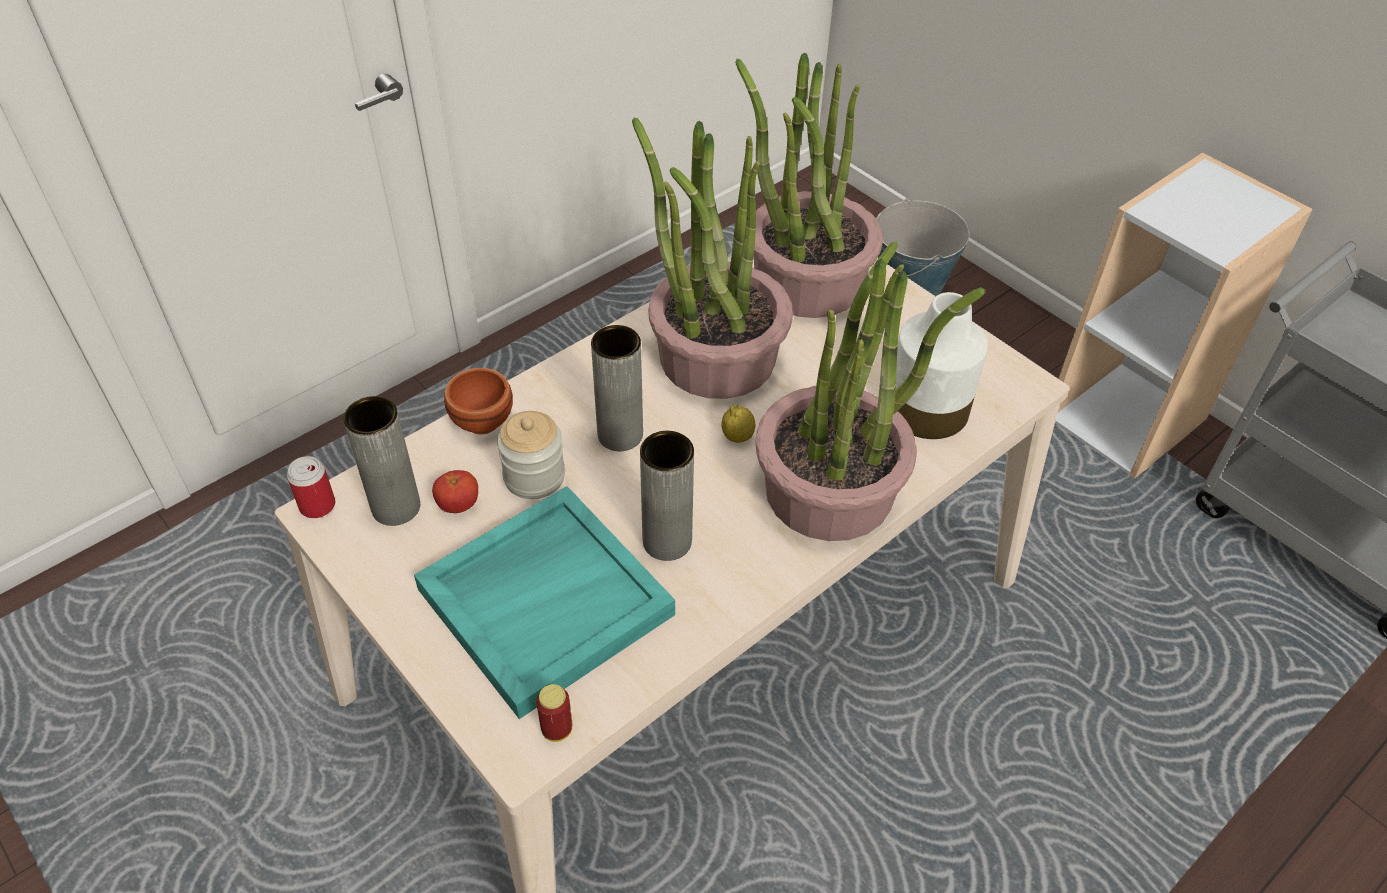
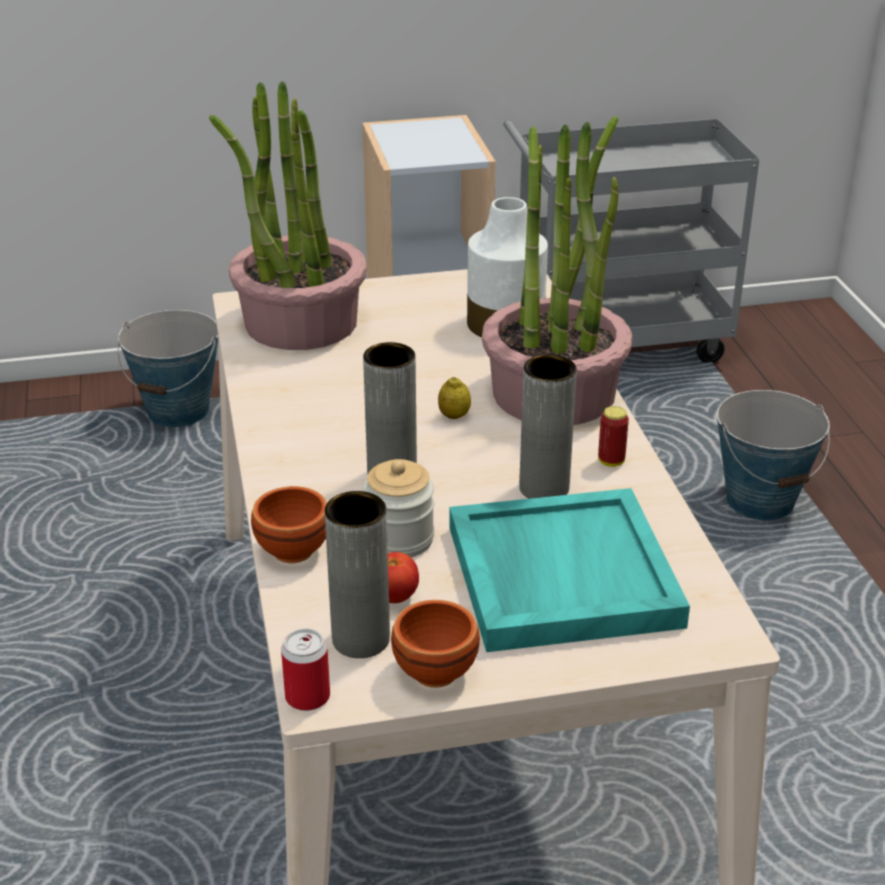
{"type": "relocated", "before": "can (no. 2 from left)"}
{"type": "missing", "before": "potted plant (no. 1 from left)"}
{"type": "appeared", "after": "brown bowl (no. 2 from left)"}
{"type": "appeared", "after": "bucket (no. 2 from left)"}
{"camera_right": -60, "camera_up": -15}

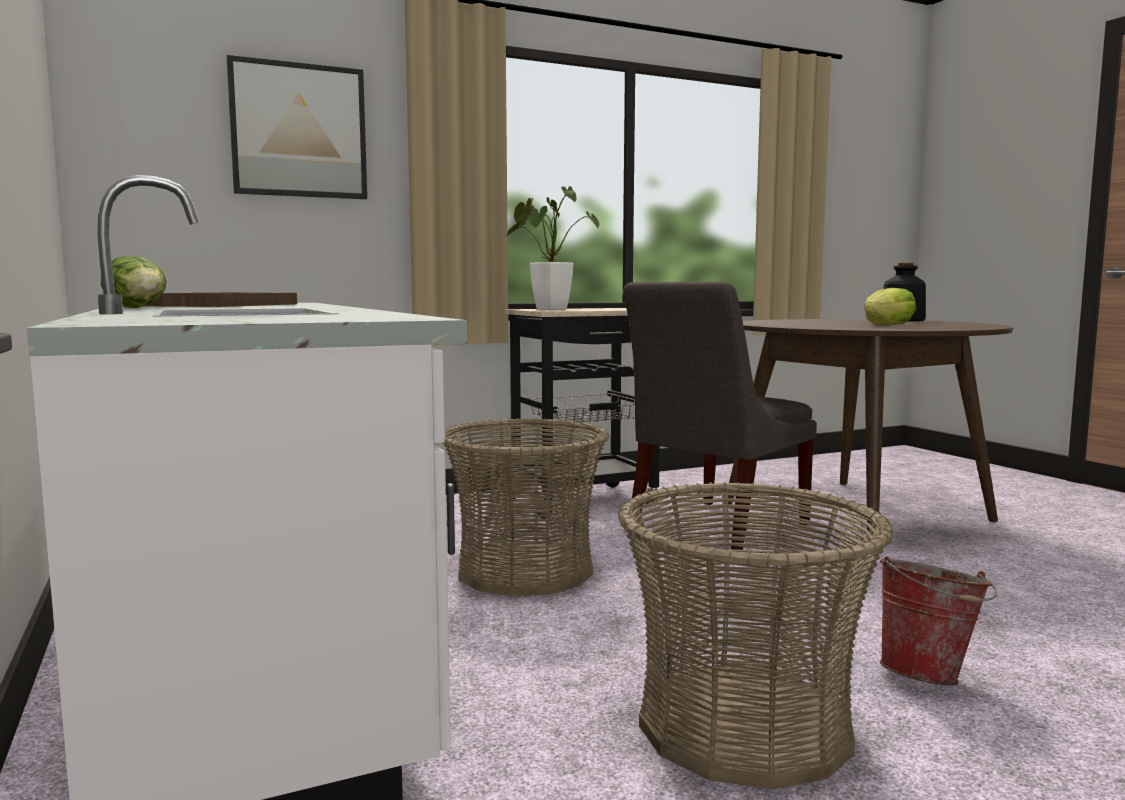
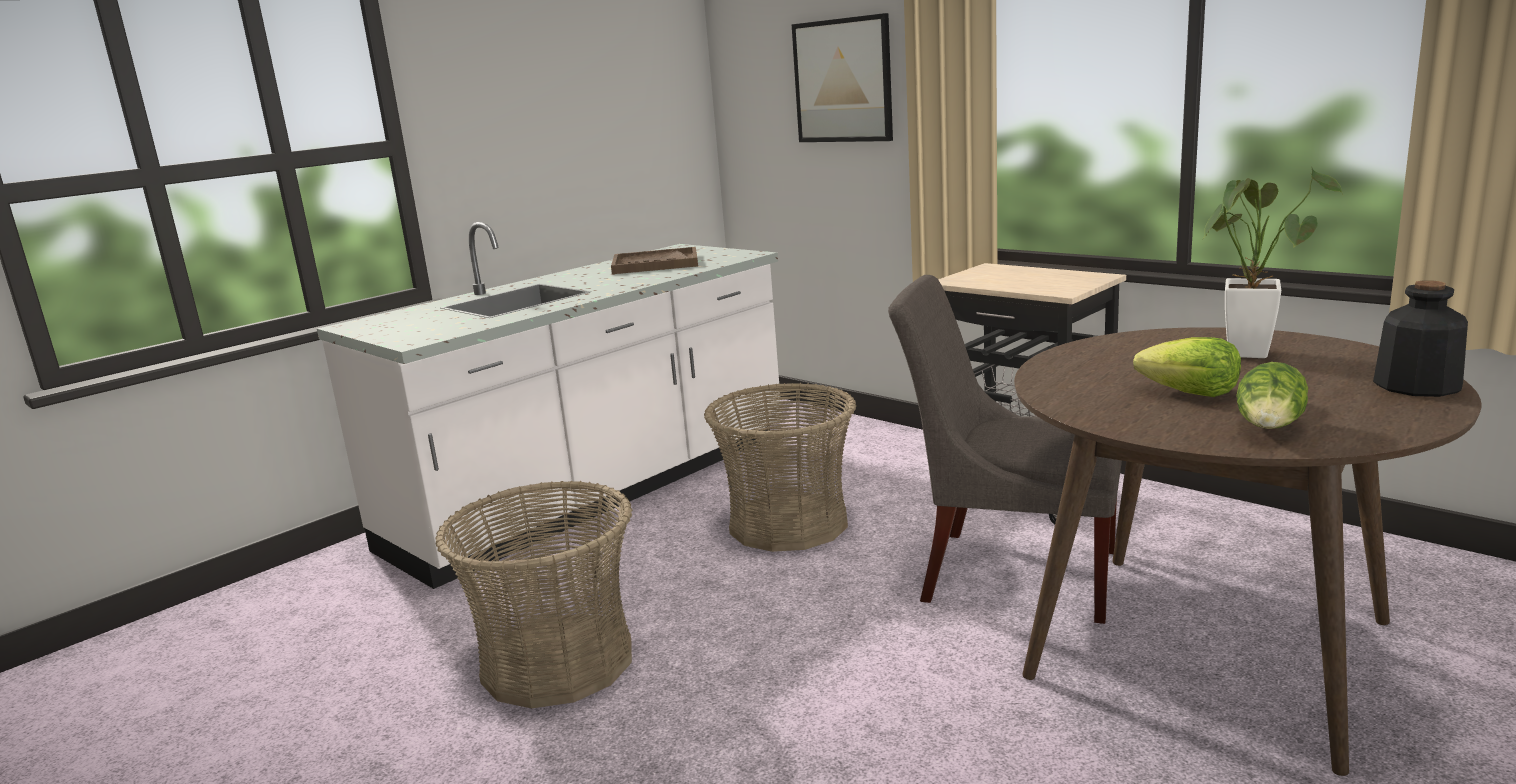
{"type": "relocated", "before": "lettuce (no. 1 from left in the first image)", "after": "lettuce (no. 2 from left)"}
{"type": "relocated", "before": "potted plant"}
{"type": "missing", "before": "bucket"}
{"camera_right": 70, "camera_up": 10}

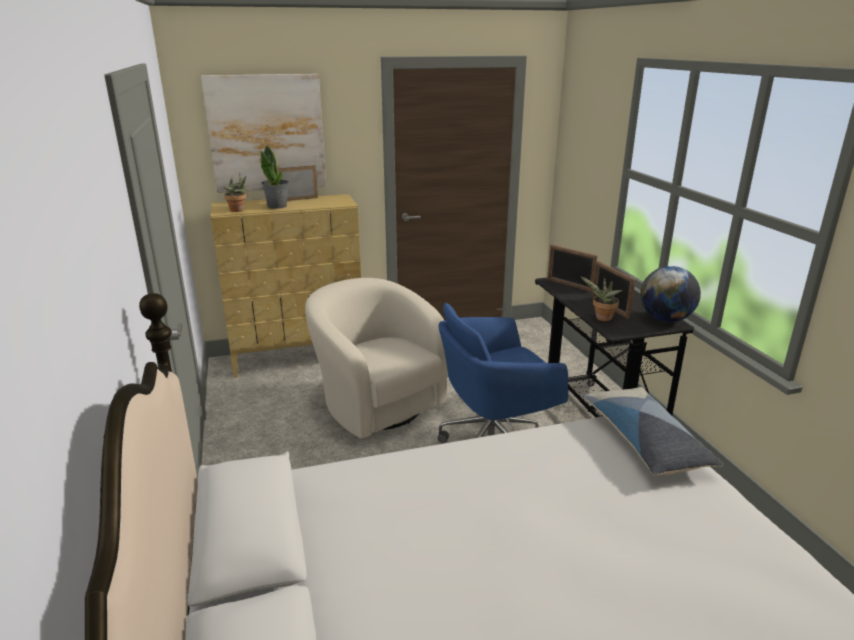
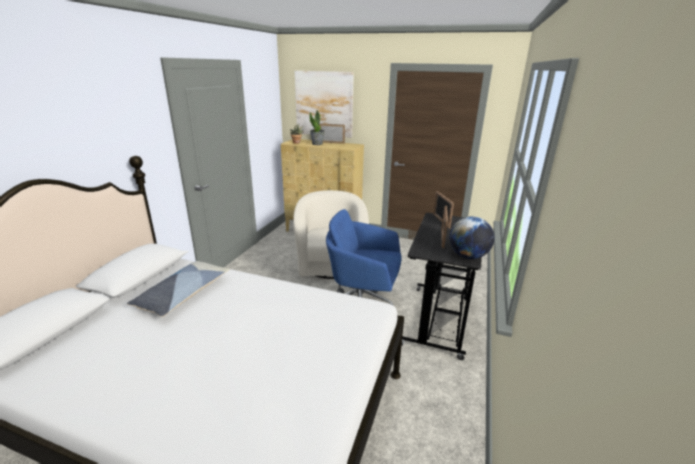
{"type": "missing", "before": "potted plant (no. 3 from left)"}
{"type": "relocated", "before": "pillow"}
{"camera_right": 35, "camera_up": 0}

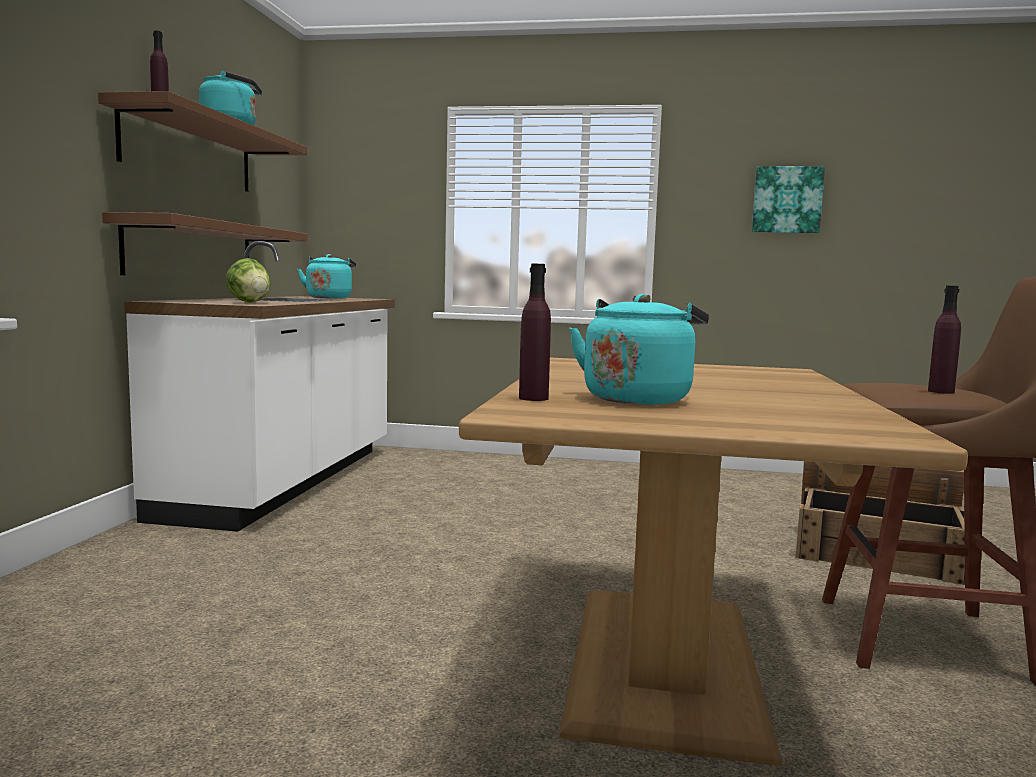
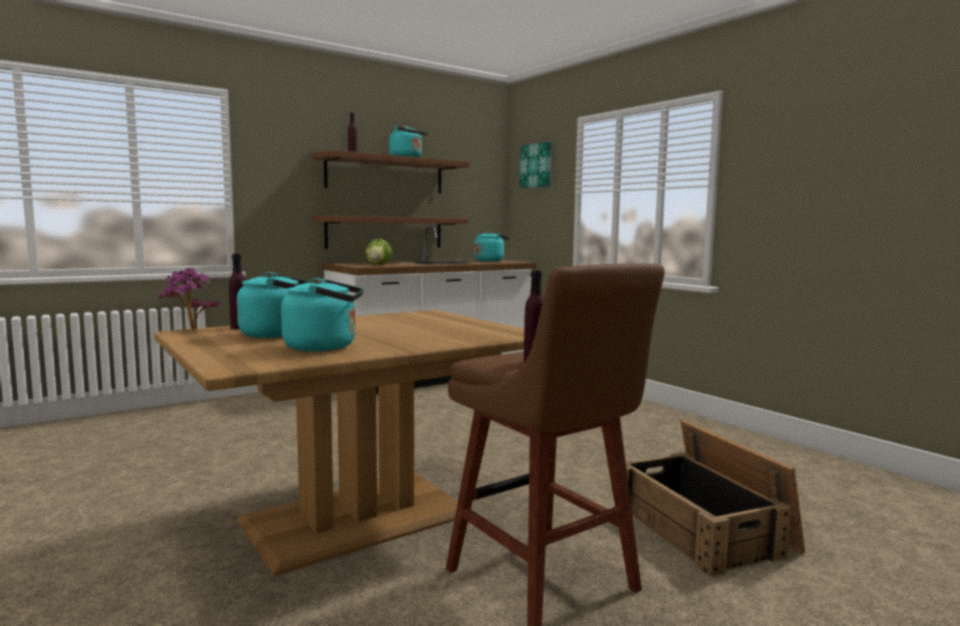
{"type": "relocated", "before": "picture"}
{"type": "appeared", "after": "potted plant"}
{"type": "appeared", "after": "turquoise kettle (no. 2 from left)"}
{"camera_right": 45, "camera_up": 0}

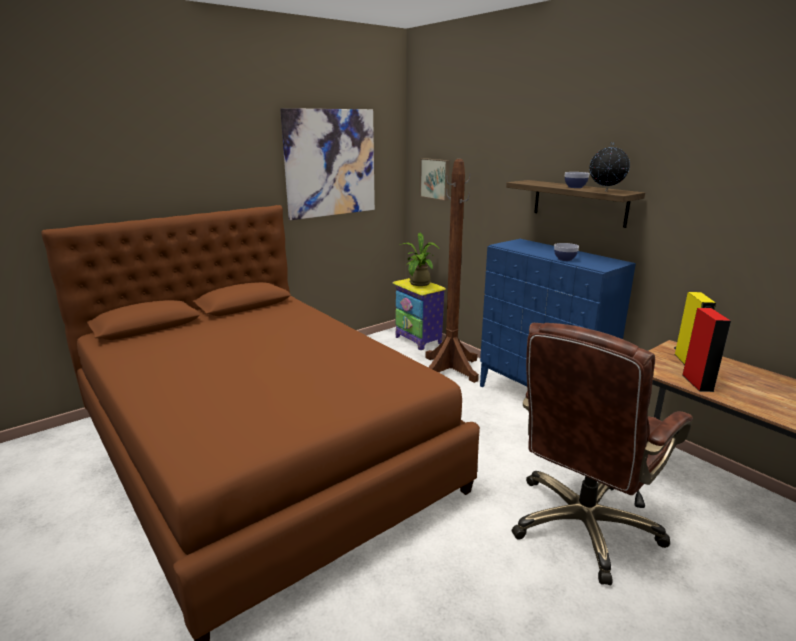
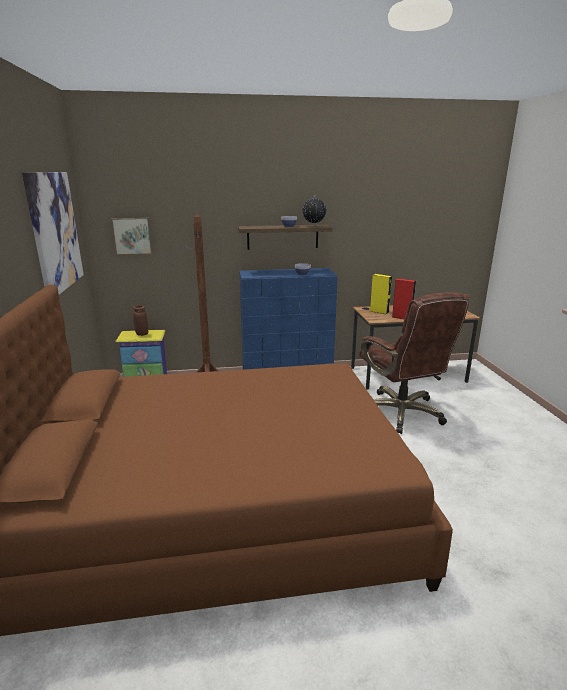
{"type": "exchanged", "before": "potted plant", "after": "brown vase"}
{"camera_right": -60, "camera_up": 0}

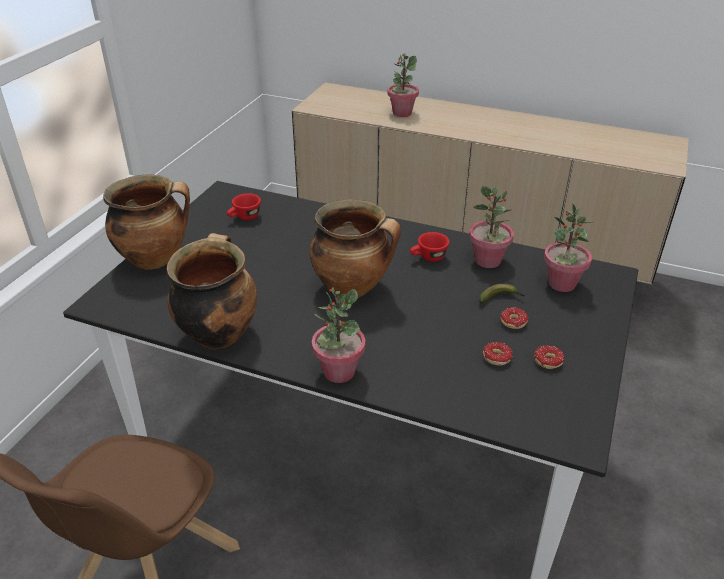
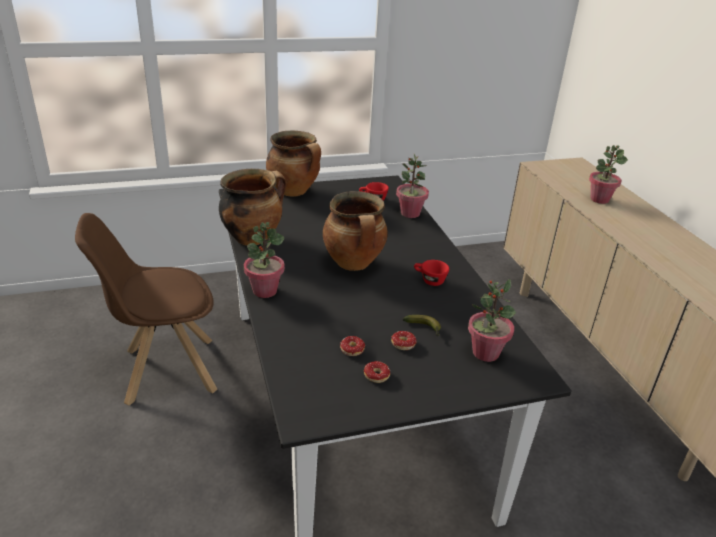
{"type": "relocated", "before": "potted plant (no. 3 from left in the first image)", "after": "potted plant (no. 2 from left)"}
{"camera_right": 50, "camera_up": -5}

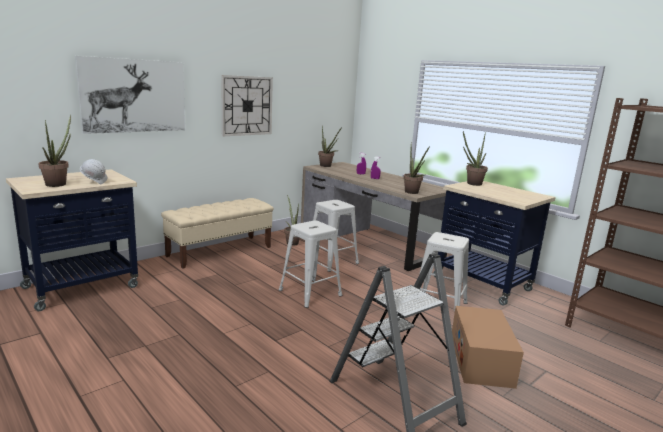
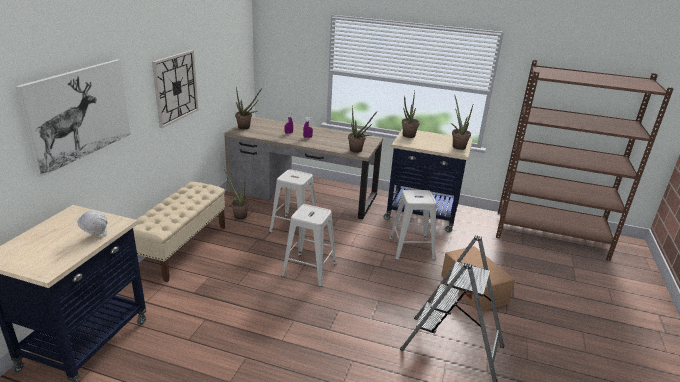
{"type": "relocated", "before": "potted plant (no. 1 from left in the first image)", "after": "potted plant (no. 5 from left)"}
{"camera_right": -30, "camera_up": 10}

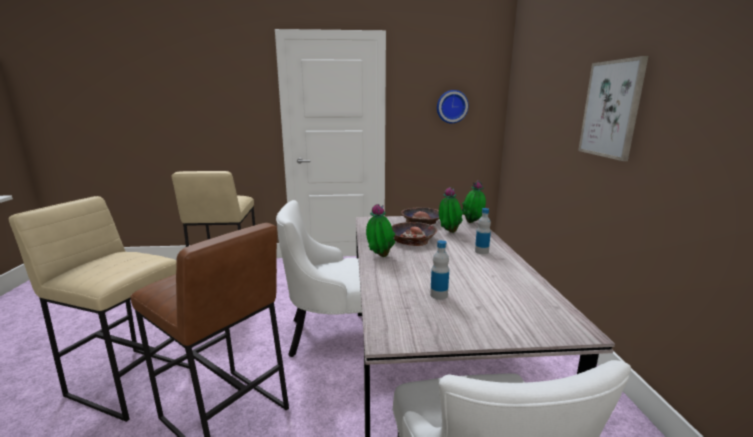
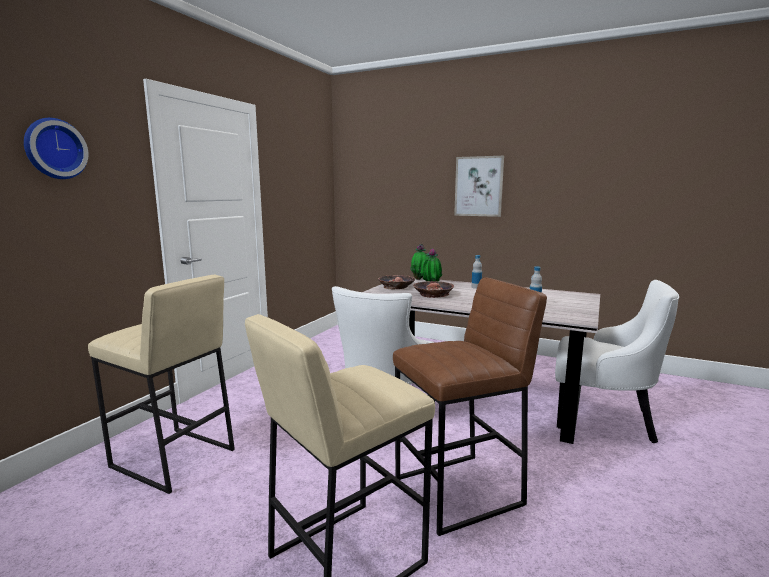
{"type": "missing", "before": "potted plant (no. 1 from left)"}
{"type": "relocated", "before": "wall clock"}
{"camera_right": -60, "camera_up": -5}

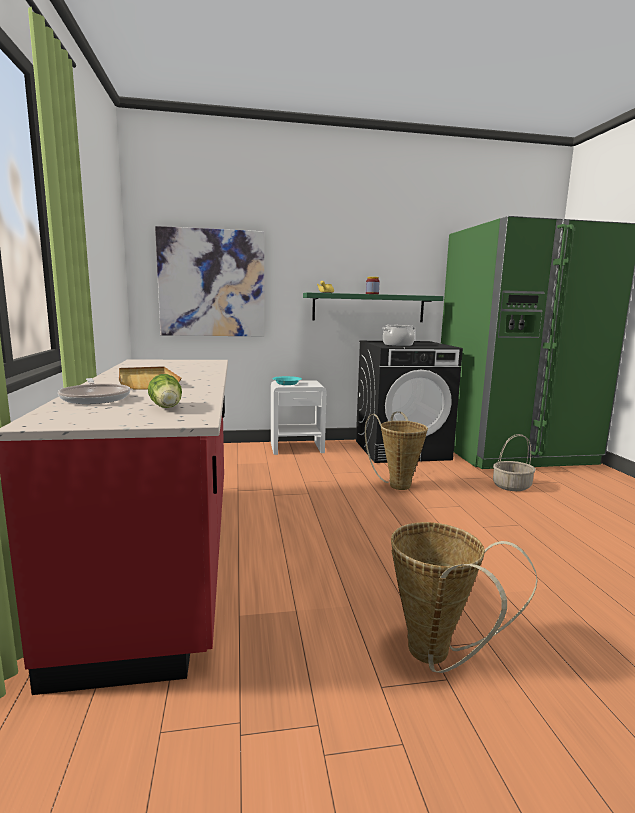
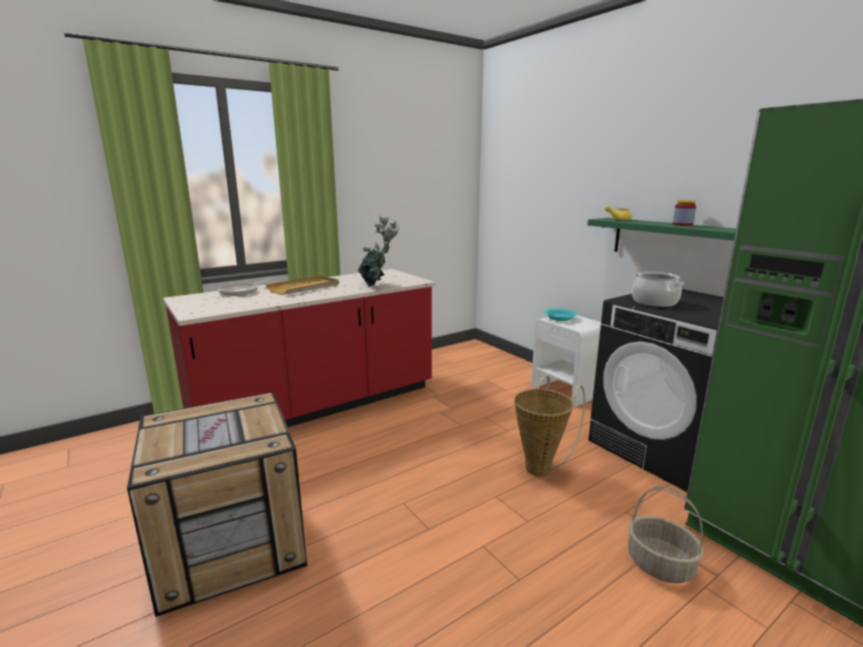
{"type": "missing", "before": "lettuce"}
{"type": "missing", "before": "picture"}
{"type": "exchanged", "before": "basket (no. 2 from left)", "after": "crate"}
{"type": "appeared", "after": "potted plant"}
{"camera_right": 65, "camera_up": 5}

